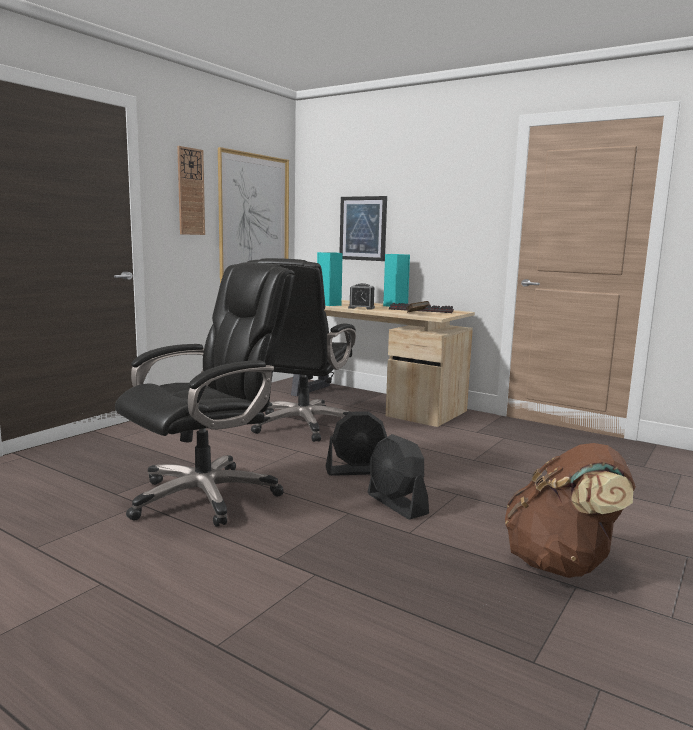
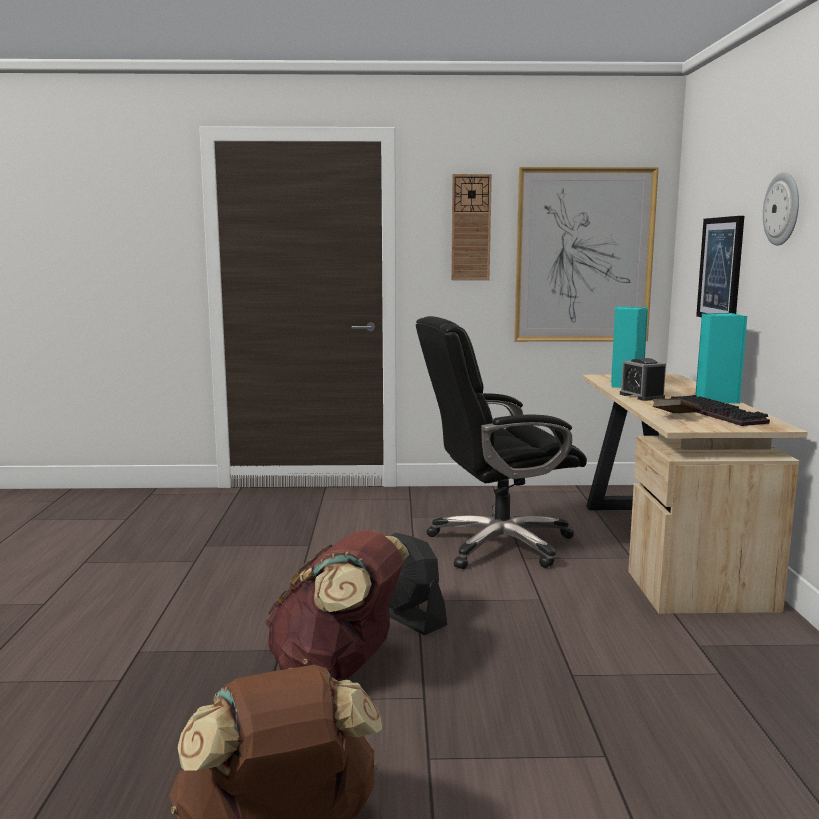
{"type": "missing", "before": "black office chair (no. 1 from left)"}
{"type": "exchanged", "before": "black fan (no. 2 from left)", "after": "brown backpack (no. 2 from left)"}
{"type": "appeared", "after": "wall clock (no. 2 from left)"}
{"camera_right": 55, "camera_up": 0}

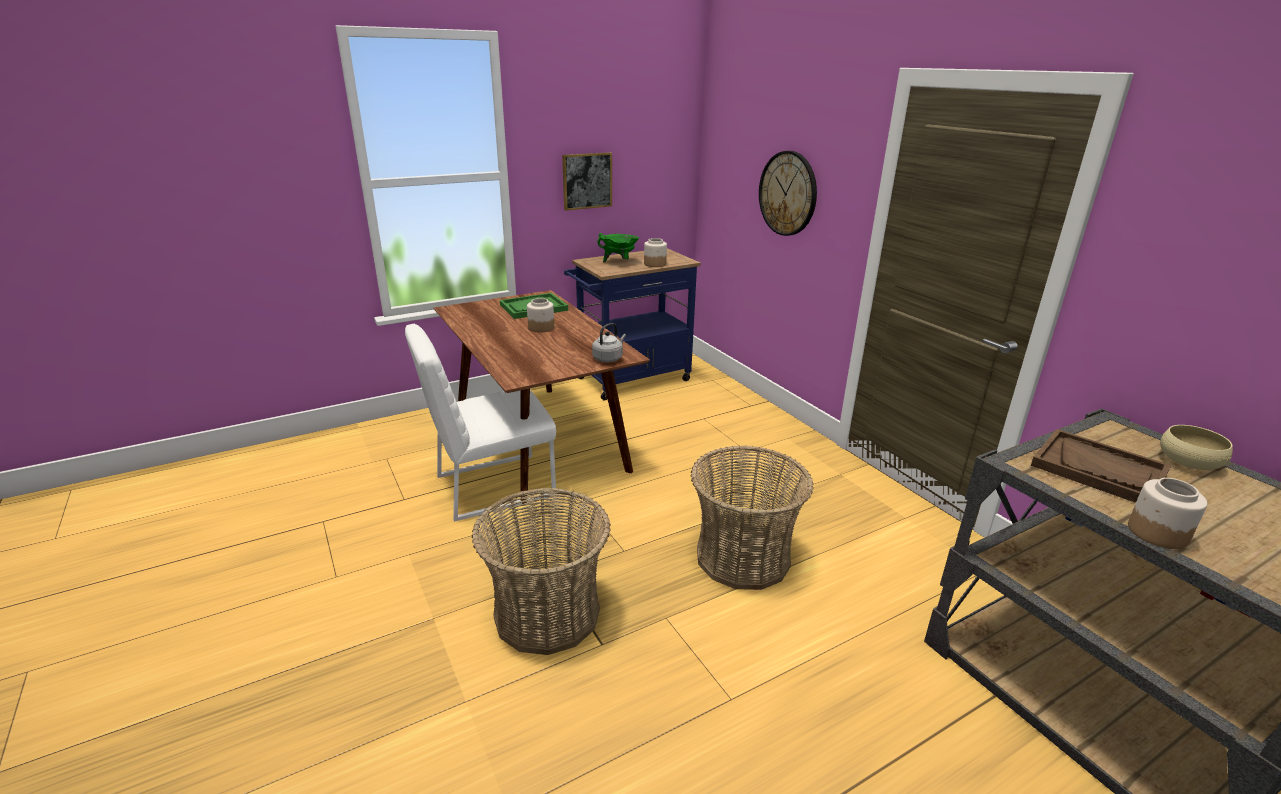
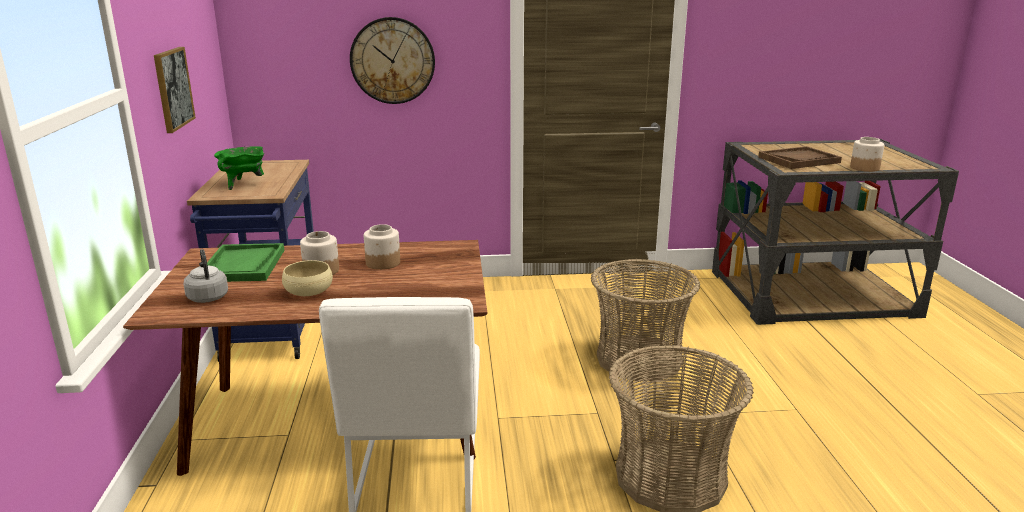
{"type": "relocated", "before": "grey kettle"}
{"type": "relocated", "before": "jar (no. 2 from left)"}
{"type": "relocated", "before": "beige bowl"}
{"camera_right": -65, "camera_up": -5}

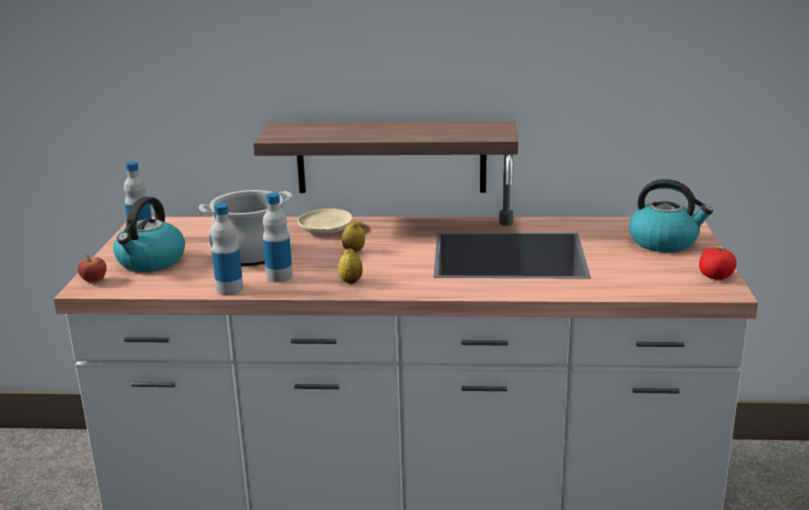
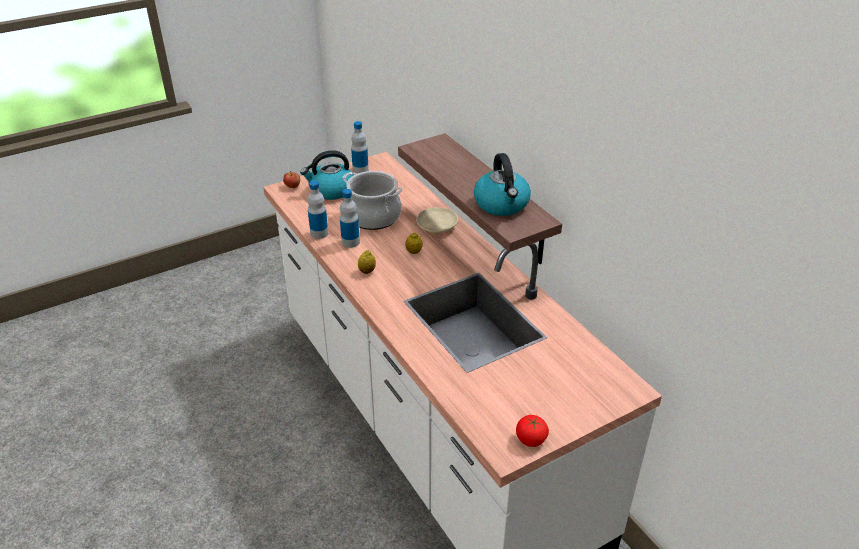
{"type": "relocated", "before": "kettle (no. 2 from left)"}
{"camera_right": 55, "camera_up": 15}

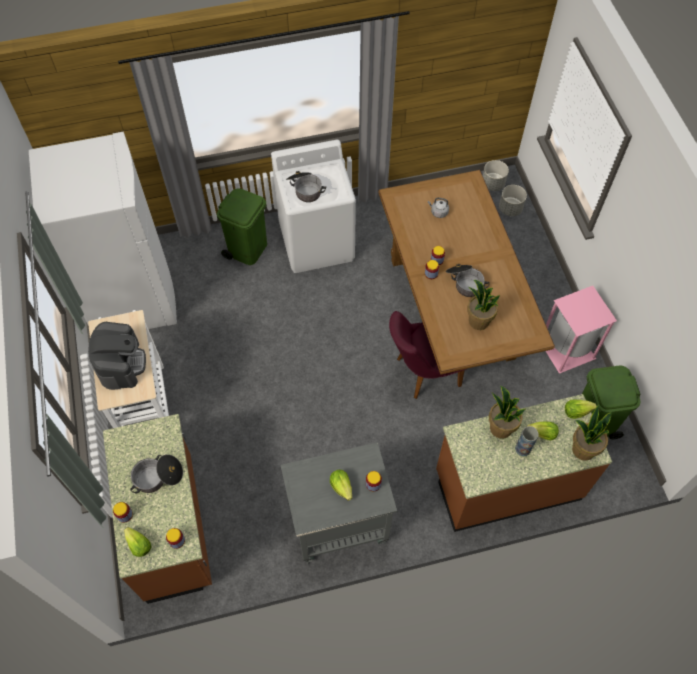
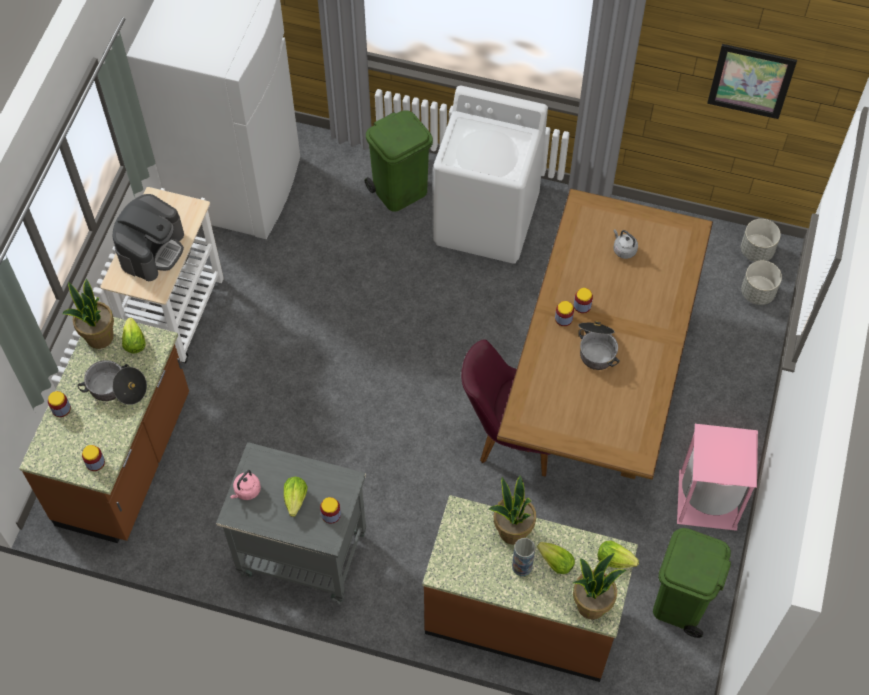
{"type": "relocated", "before": "lettuce (no. 1 from left)"}
{"type": "missing", "before": "cooking pot (no. 2 from left)"}
{"type": "relocated", "before": "potted plant (no. 1 from left)"}
{"type": "appeared", "after": "pink kettle"}
{"type": "appeared", "after": "picture"}
{"camera_right": 30, "camera_up": 0}

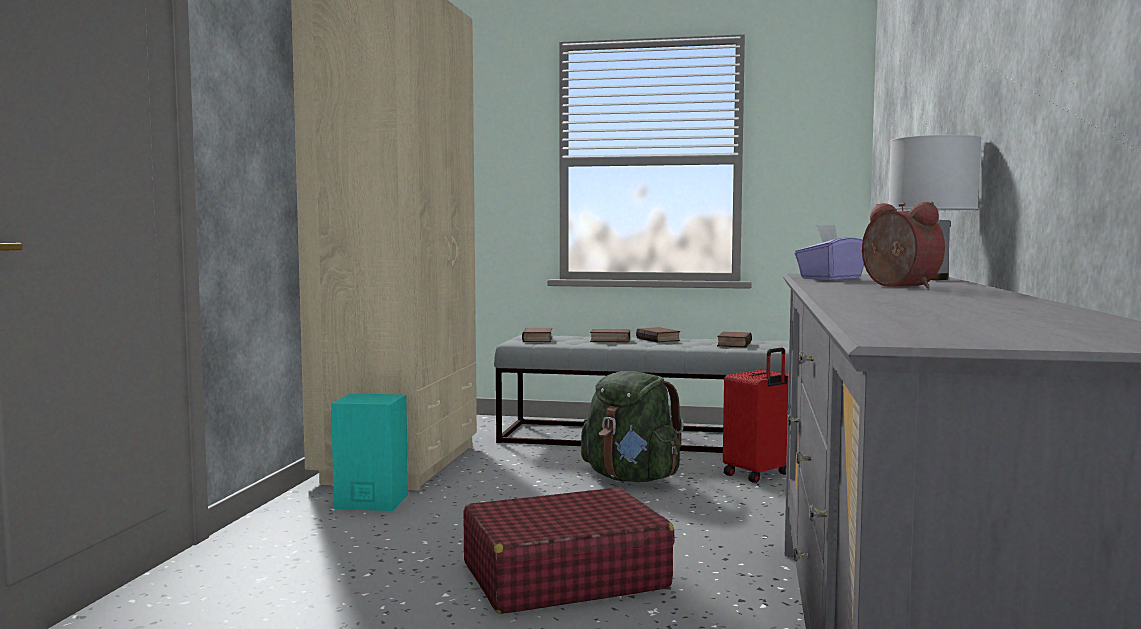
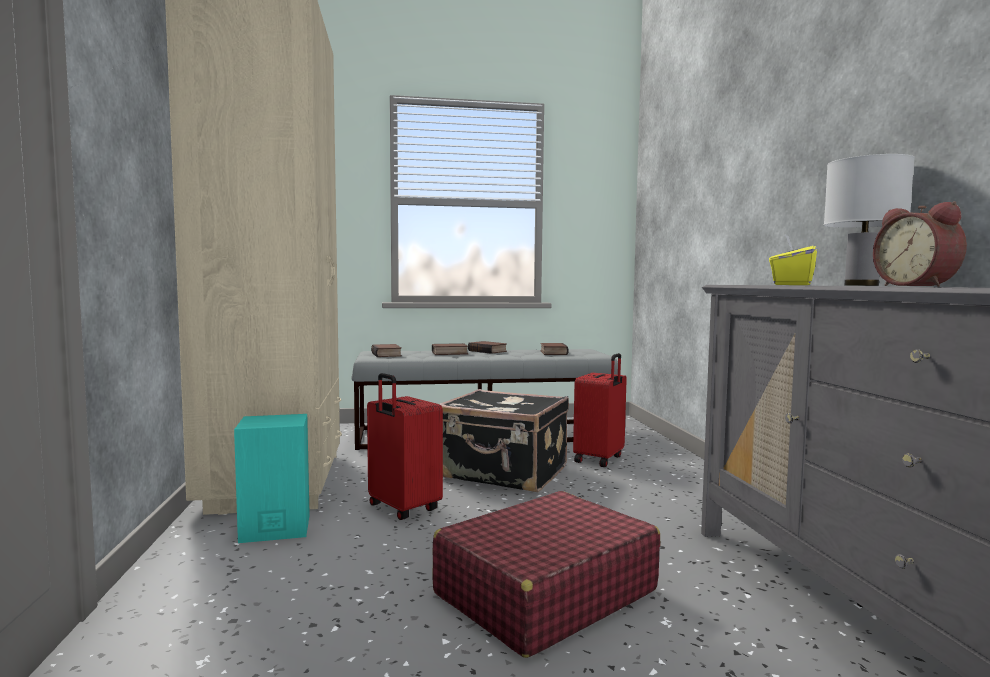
{"type": "exchanged", "before": "green backpack", "after": "black suitcase"}
{"type": "colour", "before": "purple tissue box", "after": "yellow tissue box"}
{"type": "spun", "before": "alarm clock", "turn": -150}
{"type": "appeared", "after": "red suitcase (no. 1 from left)"}
{"camera_right": -20, "camera_up": 0}

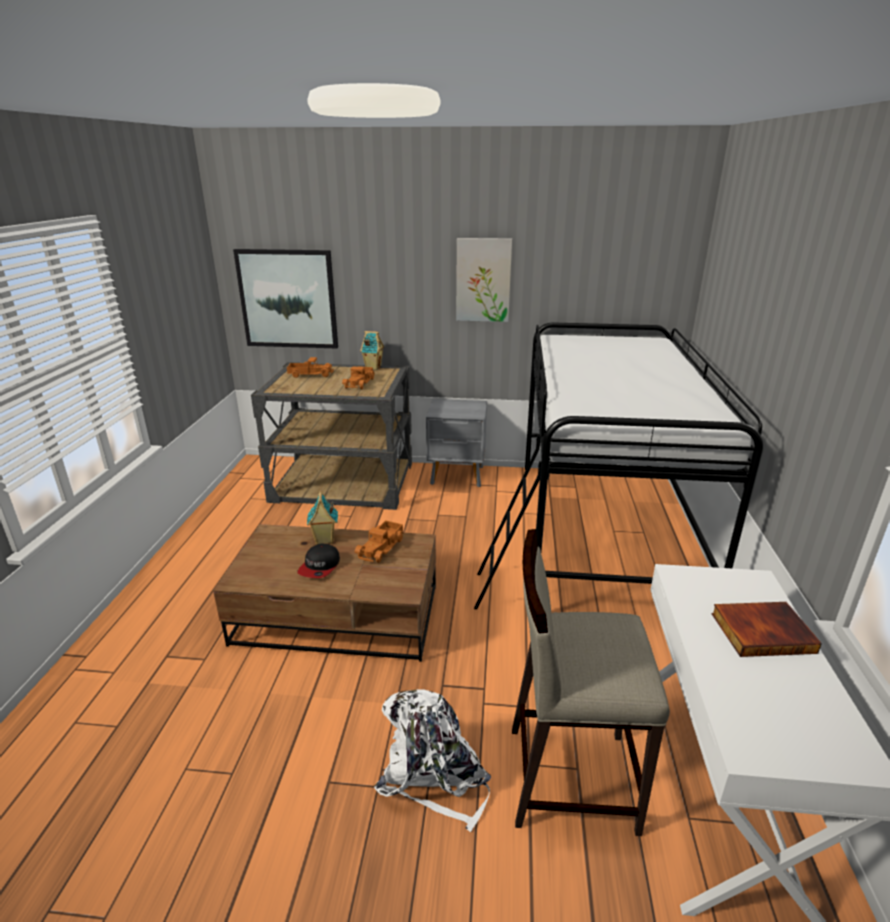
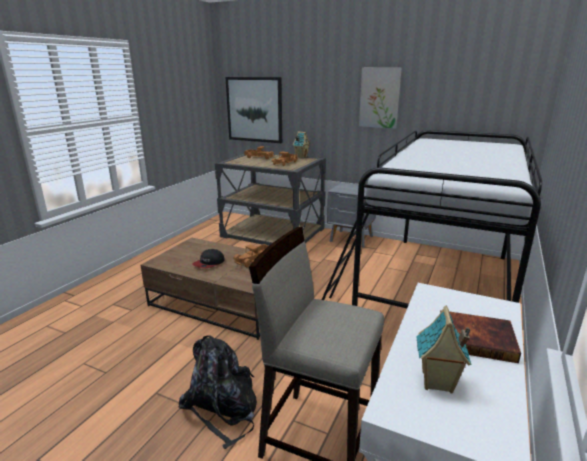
{"type": "relocated", "before": "toy house (no. 1 from left in the first image)", "after": "toy house (no. 2 from left)"}
{"type": "colour", "before": "white backpack", "after": "black backpack"}
{"camera_right": 20, "camera_up": -5}

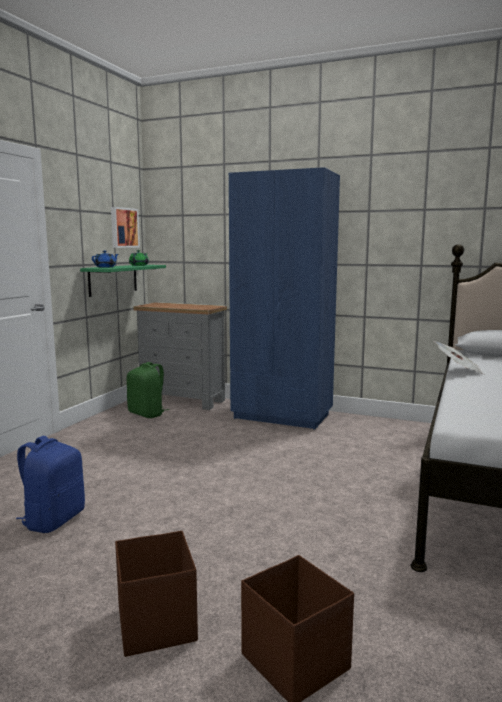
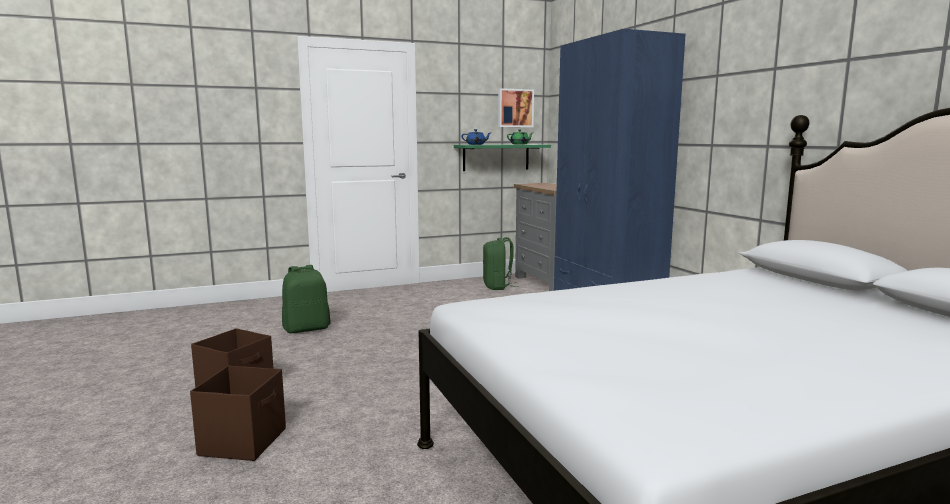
{"type": "colour", "before": "blue backpack", "after": "green backpack (no. 1 from left)"}
{"type": "missing", "before": "newspaper"}
{"camera_right": 45, "camera_up": 0}

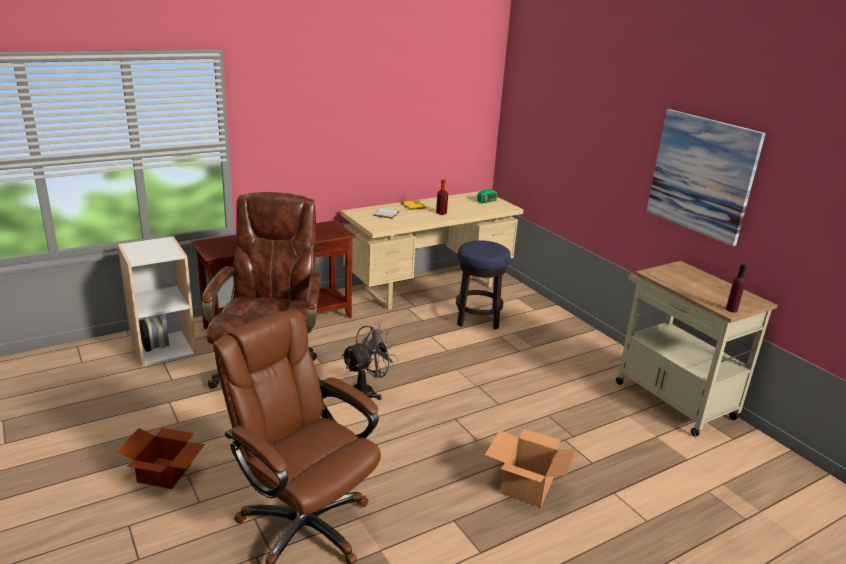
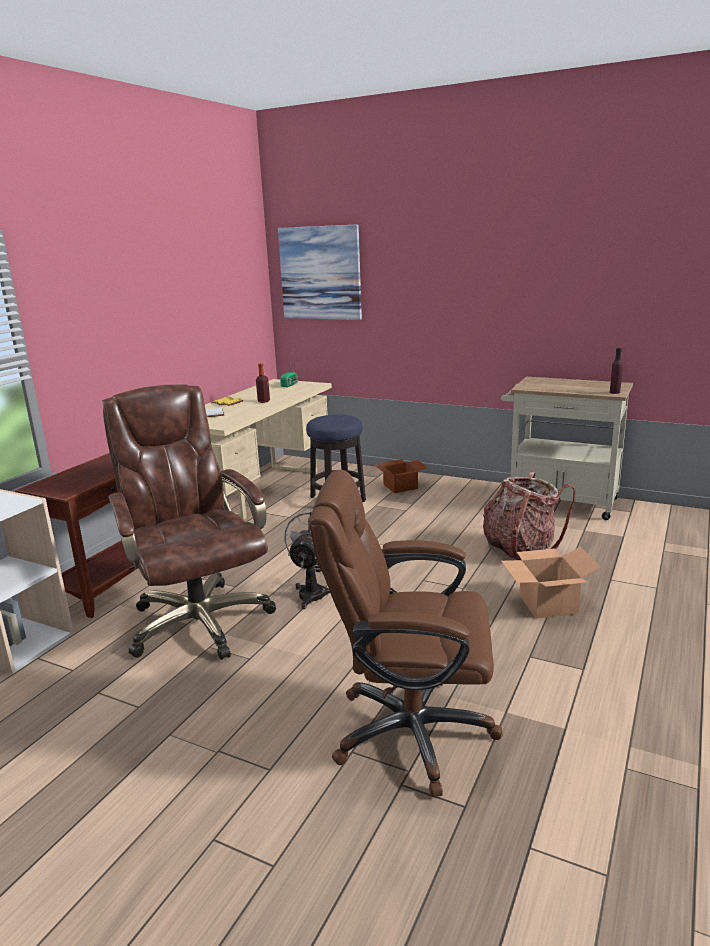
{"type": "relocated", "before": "cardboard box (no. 1 from left)"}
{"type": "relocated", "before": "picture"}
{"type": "appeared", "after": "backpack"}
{"camera_right": -30, "camera_up": -5}

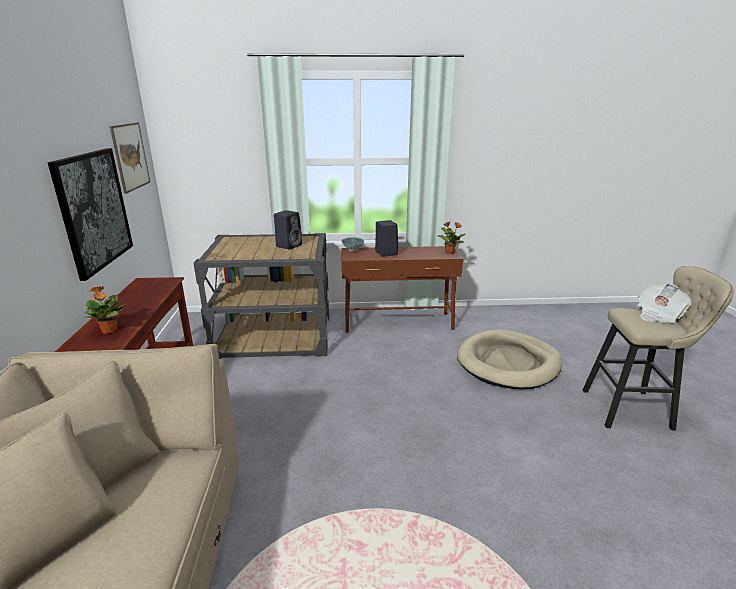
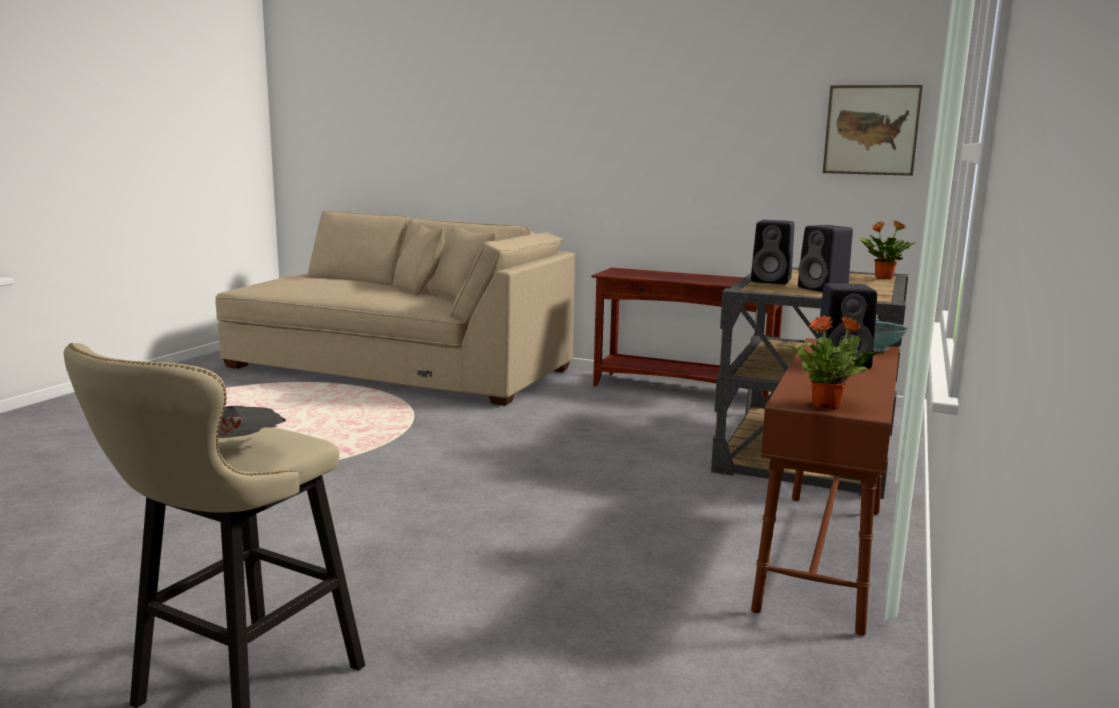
{"type": "missing", "before": "picture (no. 1 from left)"}
{"type": "relocated", "before": "potted plant (no. 1 from left in the first image)", "after": "potted plant (no. 2 from left)"}
{"type": "missing", "before": "beige dog bed"}
{"type": "appeared", "after": "black speaker (no. 1 from left)"}
{"camera_right": 115, "camera_up": -10}

